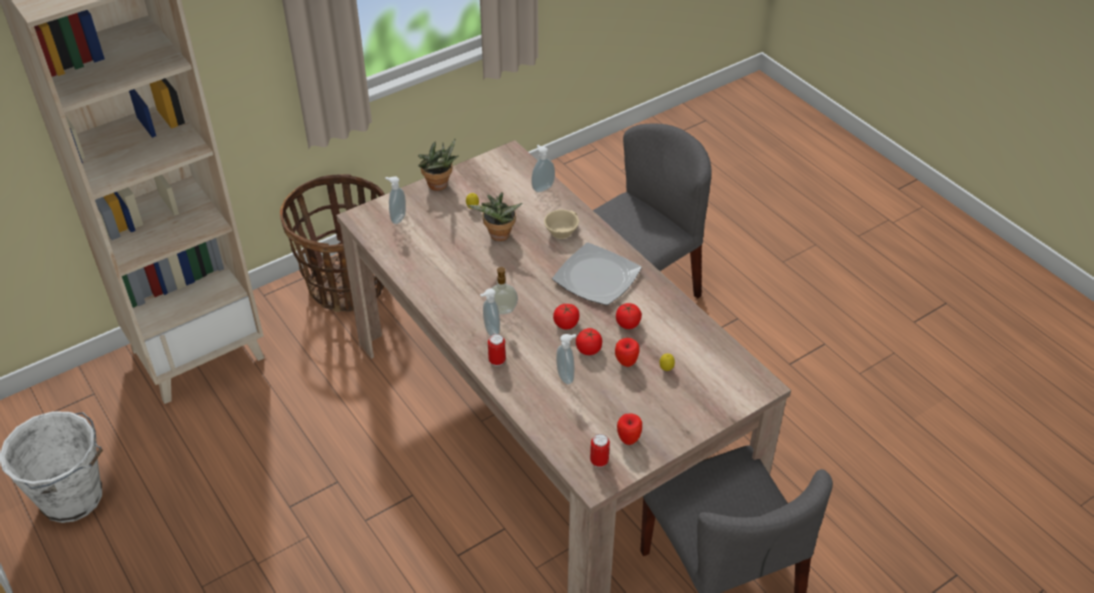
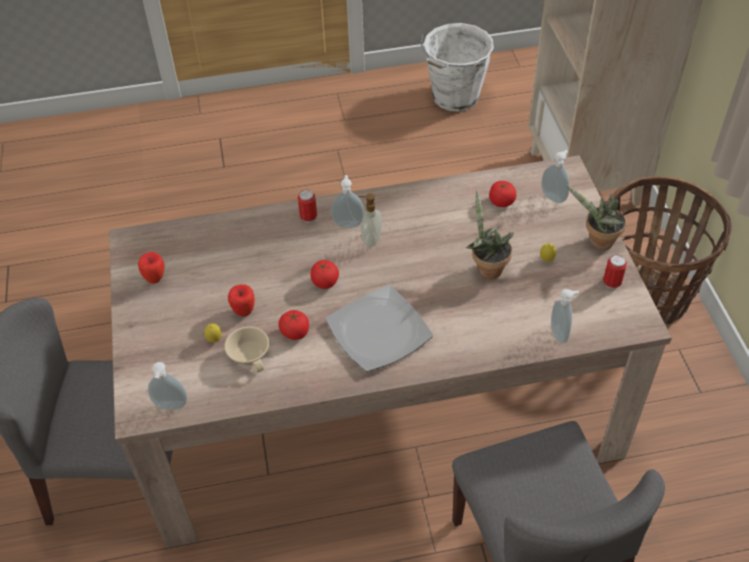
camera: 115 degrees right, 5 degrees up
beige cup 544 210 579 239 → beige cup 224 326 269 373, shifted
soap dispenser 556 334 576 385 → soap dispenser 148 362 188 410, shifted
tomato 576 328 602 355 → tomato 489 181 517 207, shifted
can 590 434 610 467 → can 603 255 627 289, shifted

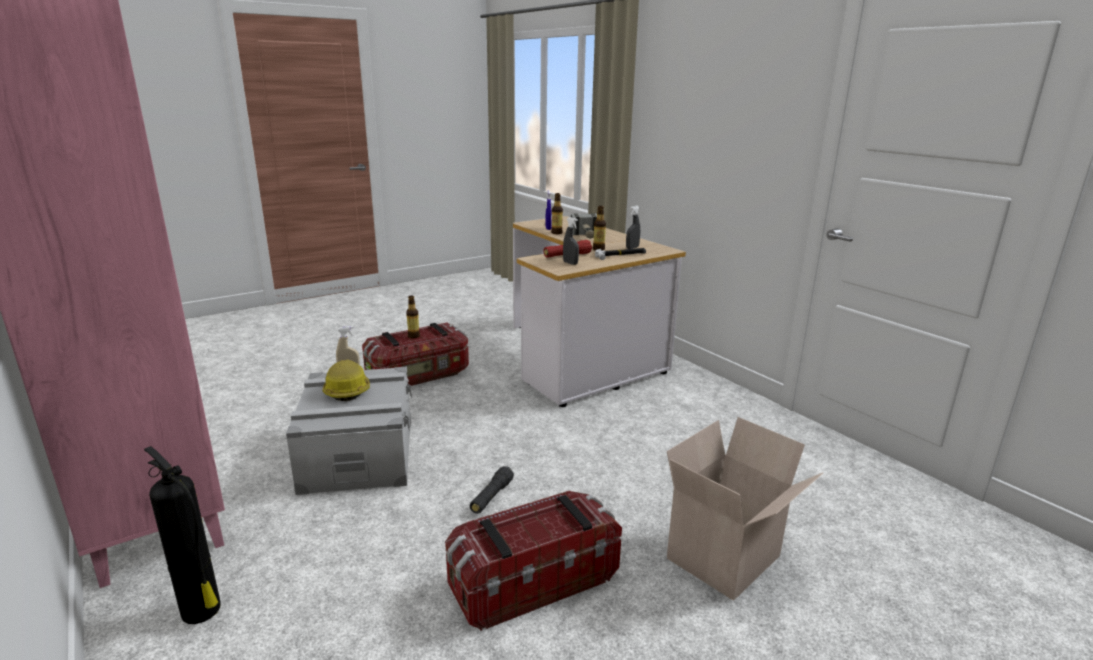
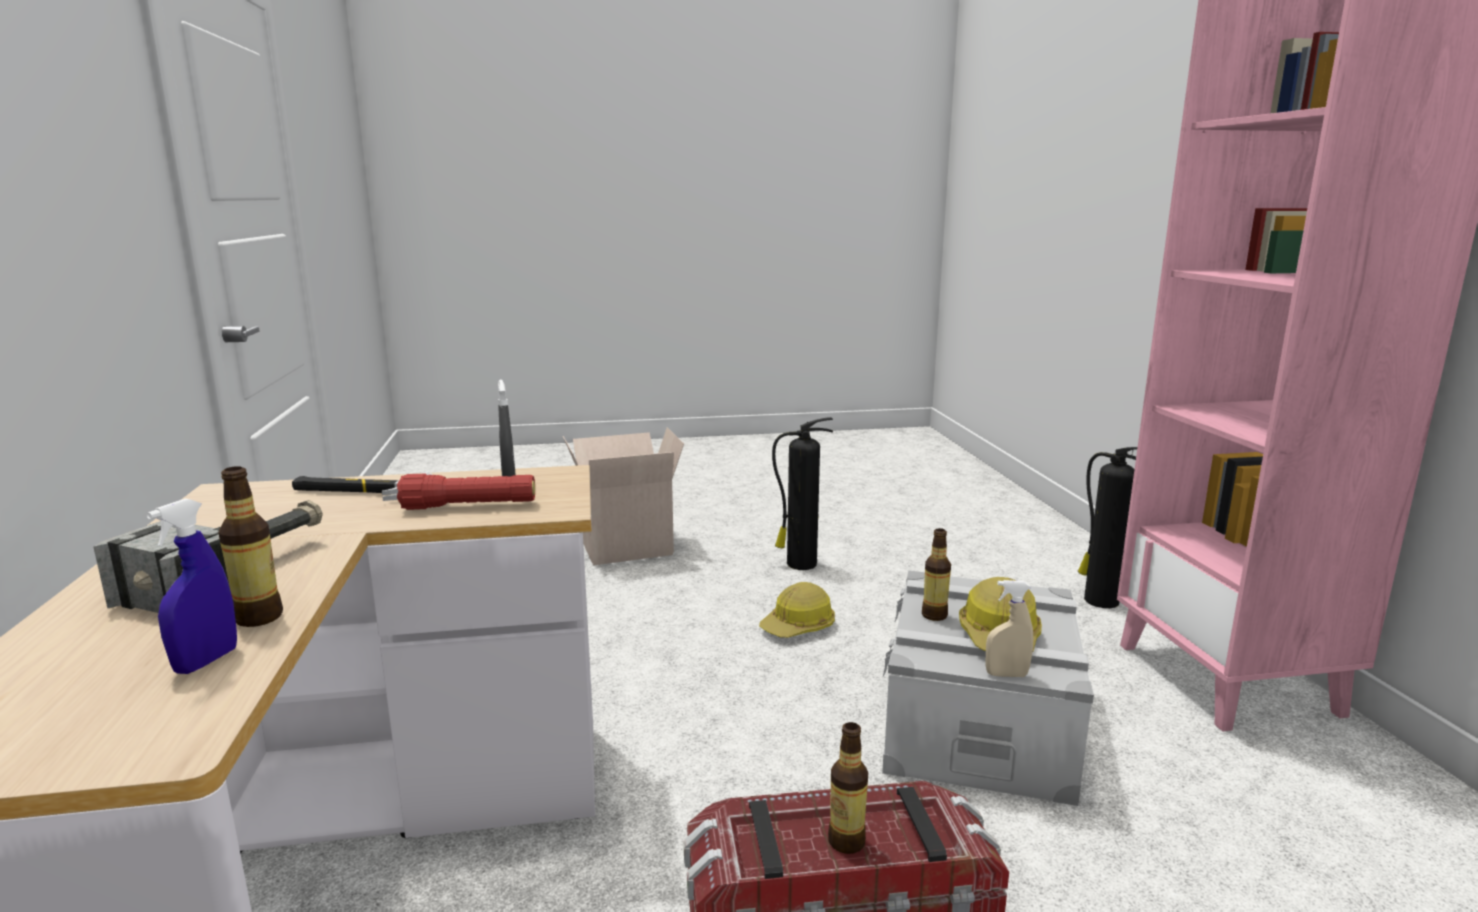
camera: 155 degrees left, 5 degrees down
grey spray bottle 626 206 640 249 → -
bottle 593 206 606 250 → bottle 922 528 951 621, shifted
storage box 445 491 622 631 → fire extinguisher 772 417 833 570
black flashlight 470 466 514 514 → hard hat 759 582 835 638

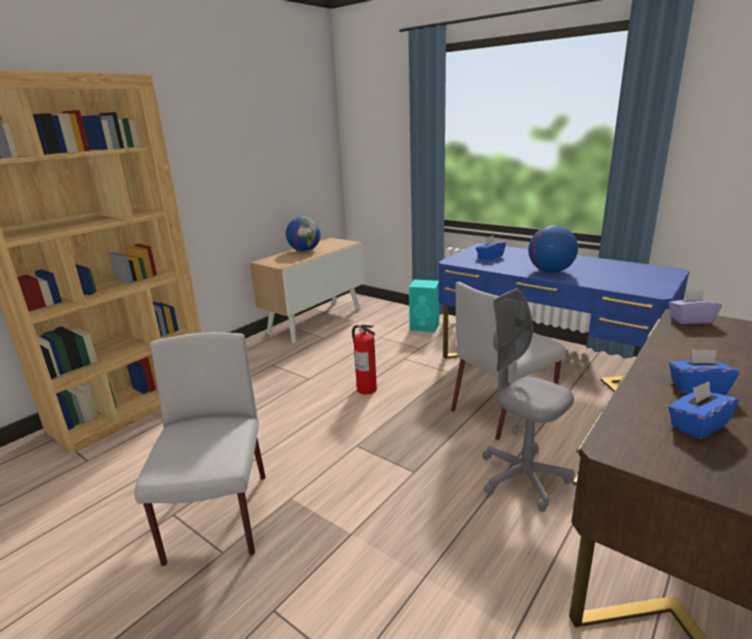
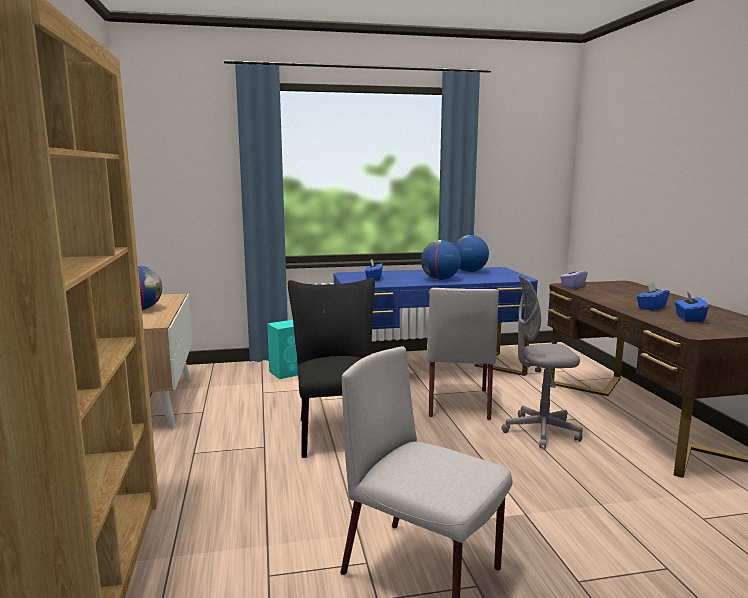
camera: 50 degrees left, 10 degrees down
- → globe 454 235 489 272
fire extinguisher 352 324 377 395 → black chair 288 278 375 458

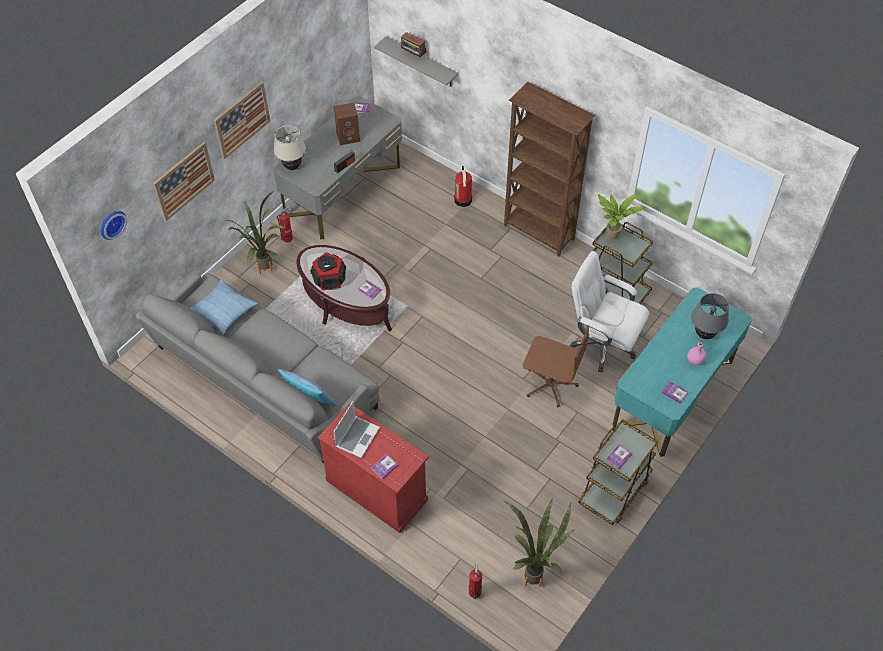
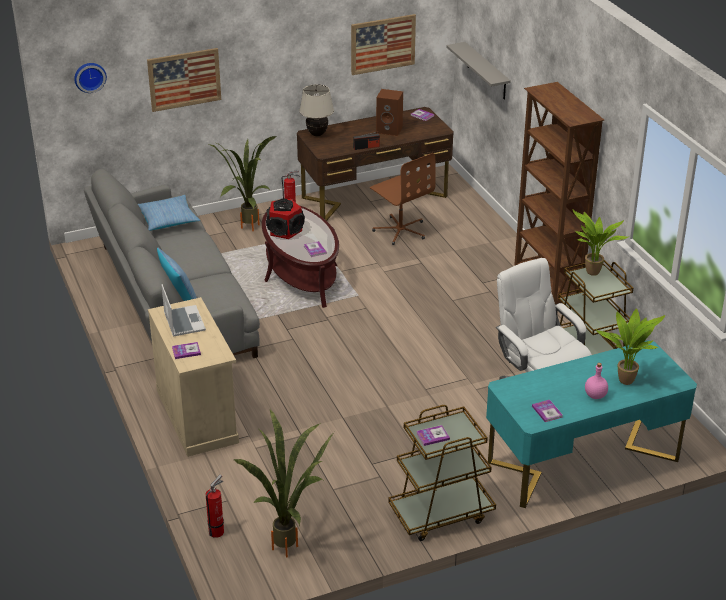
camera: 30 degrees right, 20 degrees down
radio 401 32 427 57 → -
fire extinguisher 454 166 472 207 → -
picture 214 81 270 160 → picture 351 14 416 75, shifted
brown office chair 523 325 590 407 → brown office chair 370 153 436 245, shifted
grey table lamp 691 293 729 339 → potted plant 596 308 665 385
grey desk 273 96 402 239 → brown desk 297 107 454 221
red cabinet 318 403 429 533 → beige cabinet 148 297 239 457
laptop 334 401 380 458 → laptop 161 284 206 336, 75 degrees counterclockwise

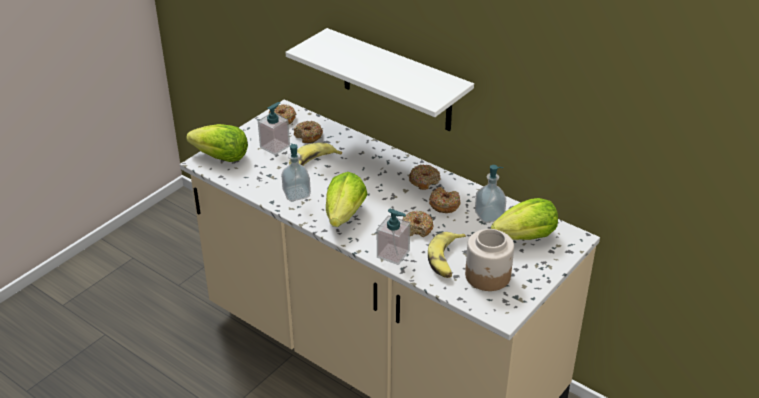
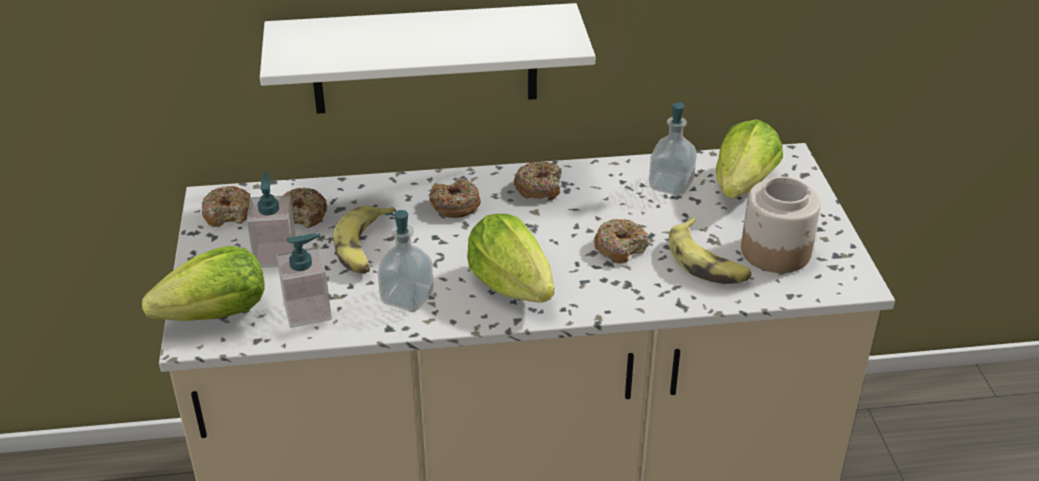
camera: 45 degrees left, 0 degrees up
soap dispenser 377 209 410 265 → soap dispenser 276 233 332 328, shifted
donut 429 187 461 213 → donut 429 178 481 218, shifted

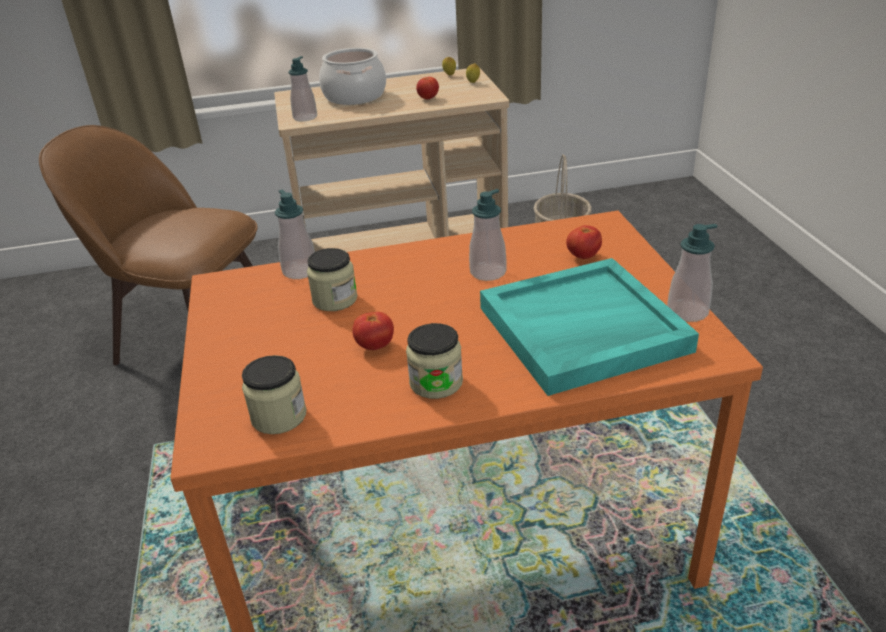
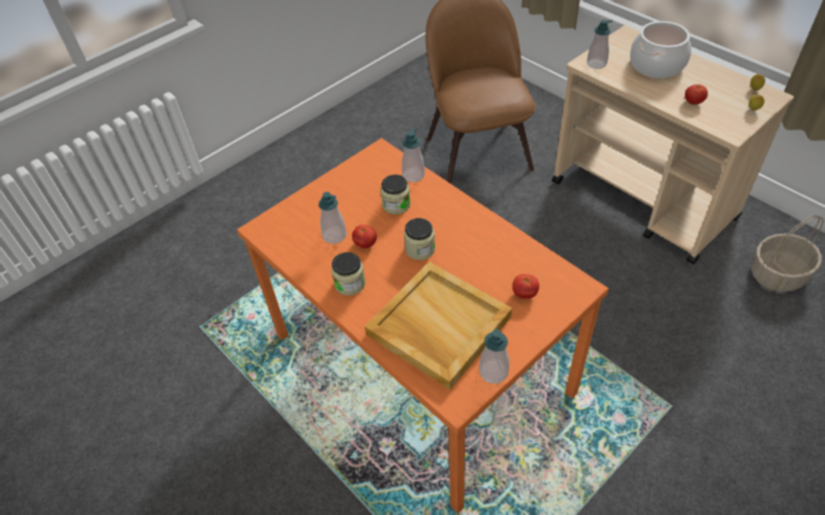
camera: 60 degrees right, 15 degrees up
jar 242 355 307 434 → jar 404 218 435 260, shifted
soap dispenser 469 189 507 281 → soap dispenser 319 192 347 244, shifted
turquoise tray 480 258 699 396 → beige tray 365 262 512 390

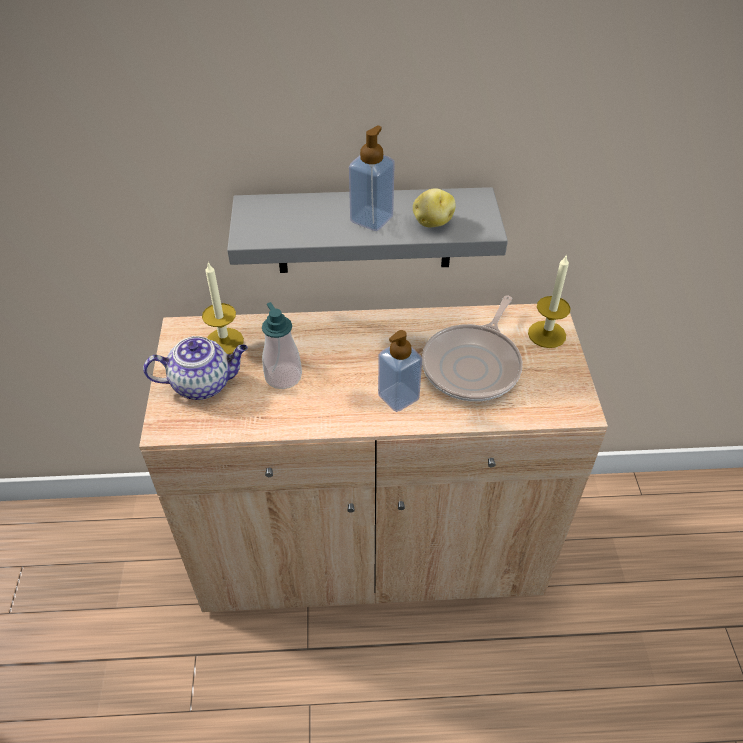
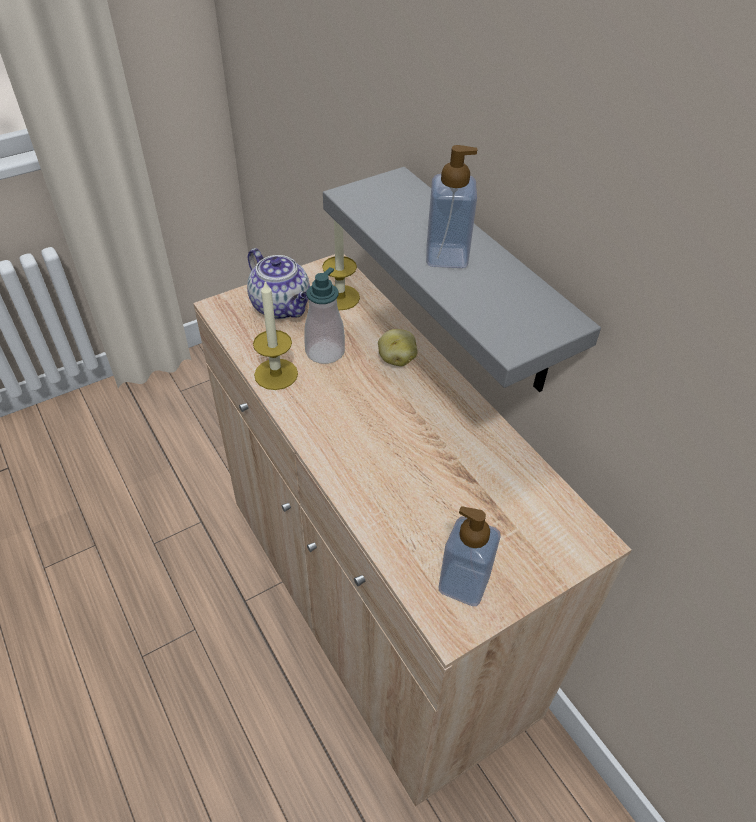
camera: 60 degrees right, 0 degrees up
frying pan 422 295 523 401 → -
soap dispenser 378 330 422 412 → soap dispenser 439 506 501 606, shifted
potato 413 188 456 227 → potato 378 329 418 366, shifted
candle 528 254 570 348 → candle 253 281 298 390, shifted

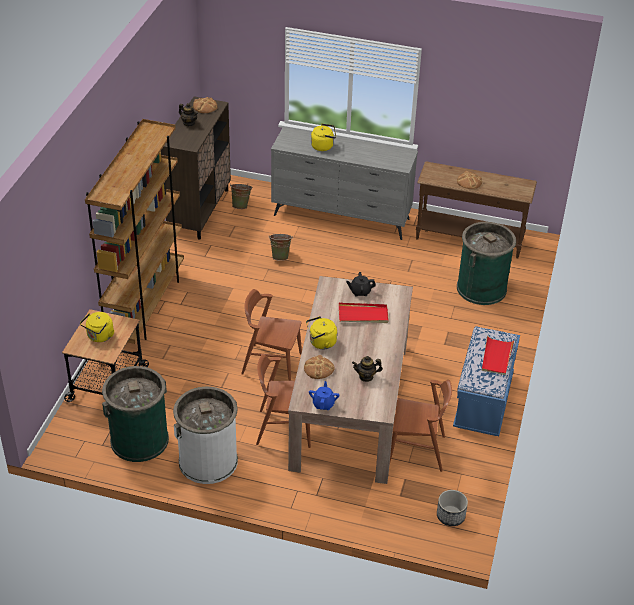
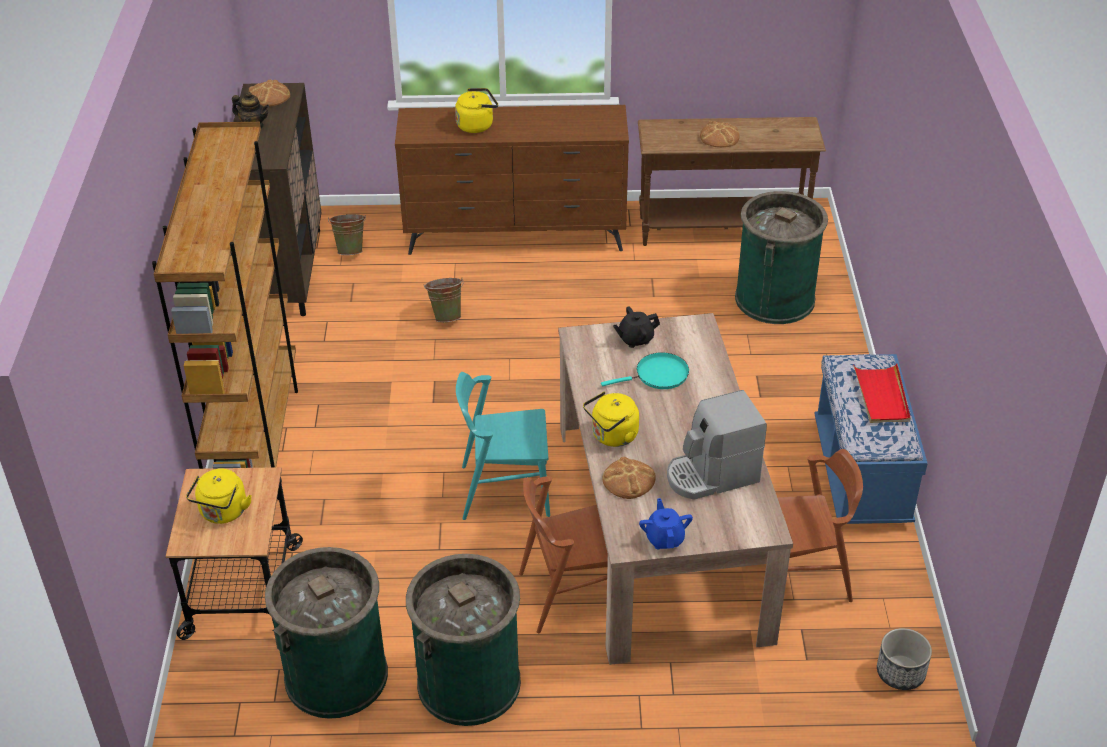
camera: 15 degrees left, 0 degrees up
red tray 339 303 389 323 → turquoise frying pan 601 352 689 389
teapot 352 356 383 382 → coffee machine 667 390 767 500
white trash can 173 387 238 484 → green trash can 406 554 521 726
brown chair 241 289 302 381 → turquoise chair 456 372 550 520
grey dresser 271 127 418 240 → brown dresser 395 105 629 255

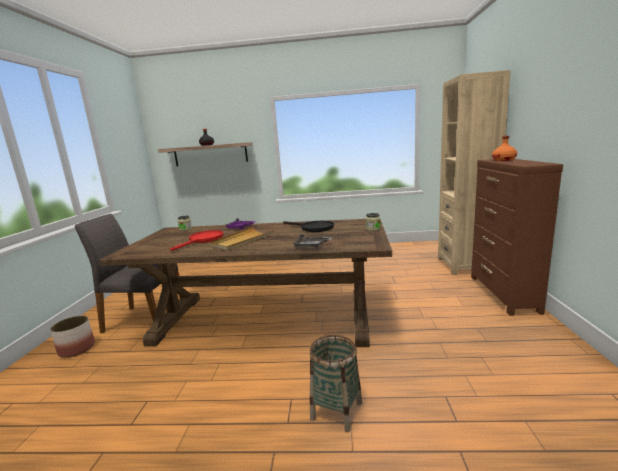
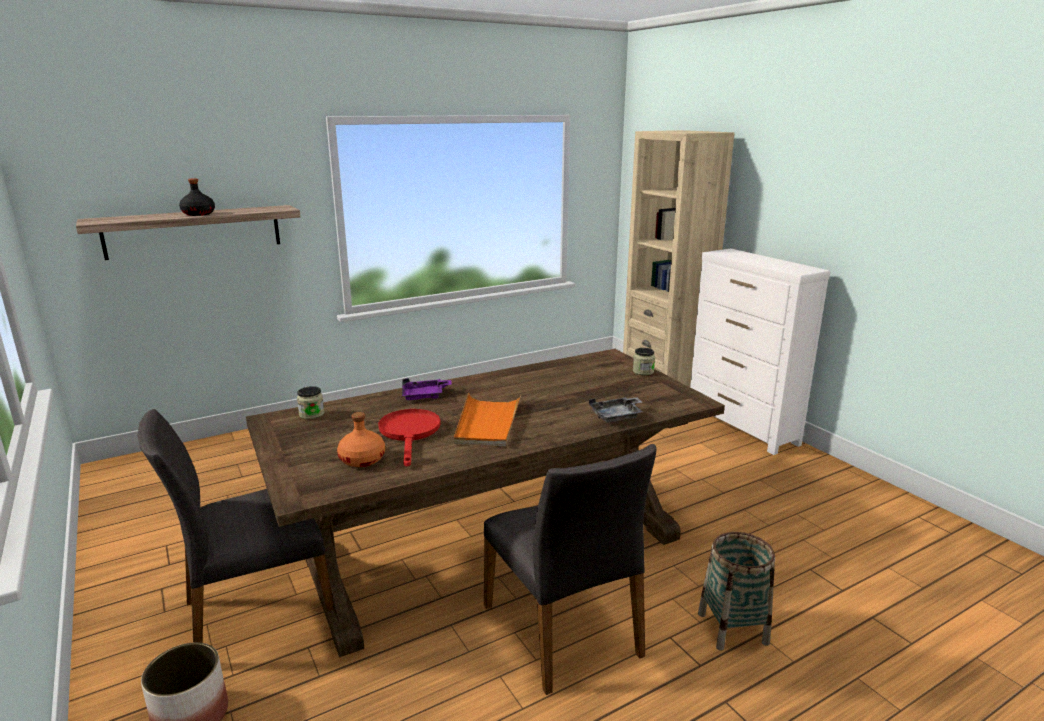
camera: 35 degrees left, 5 degrees up
black frying pan 283 221 334 232 → -
- → grey chair 484 444 657 695
orange bottle 492 136 517 161 → orange bottle 337 412 385 467, shifted
beige tray 209 227 274 251 → orange tray 454 393 521 446
brown dresser 471 159 563 316 → white dresser 690 249 830 455

